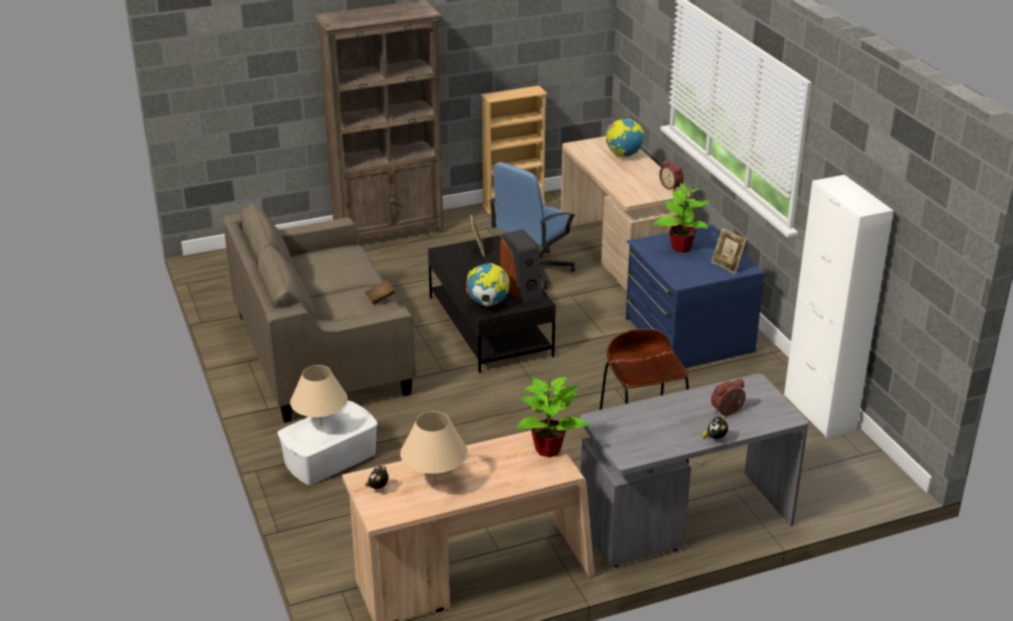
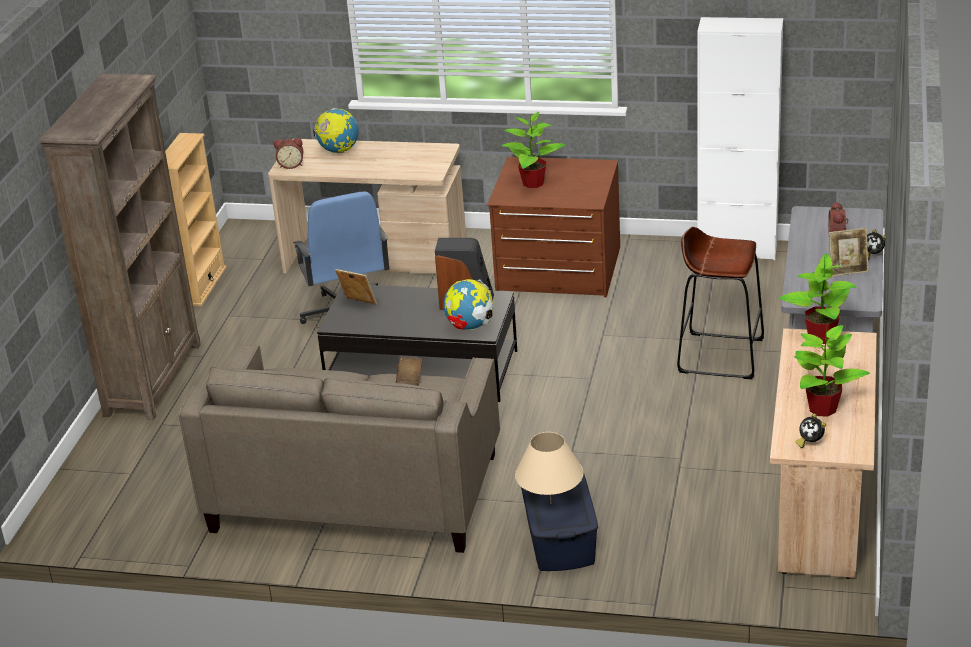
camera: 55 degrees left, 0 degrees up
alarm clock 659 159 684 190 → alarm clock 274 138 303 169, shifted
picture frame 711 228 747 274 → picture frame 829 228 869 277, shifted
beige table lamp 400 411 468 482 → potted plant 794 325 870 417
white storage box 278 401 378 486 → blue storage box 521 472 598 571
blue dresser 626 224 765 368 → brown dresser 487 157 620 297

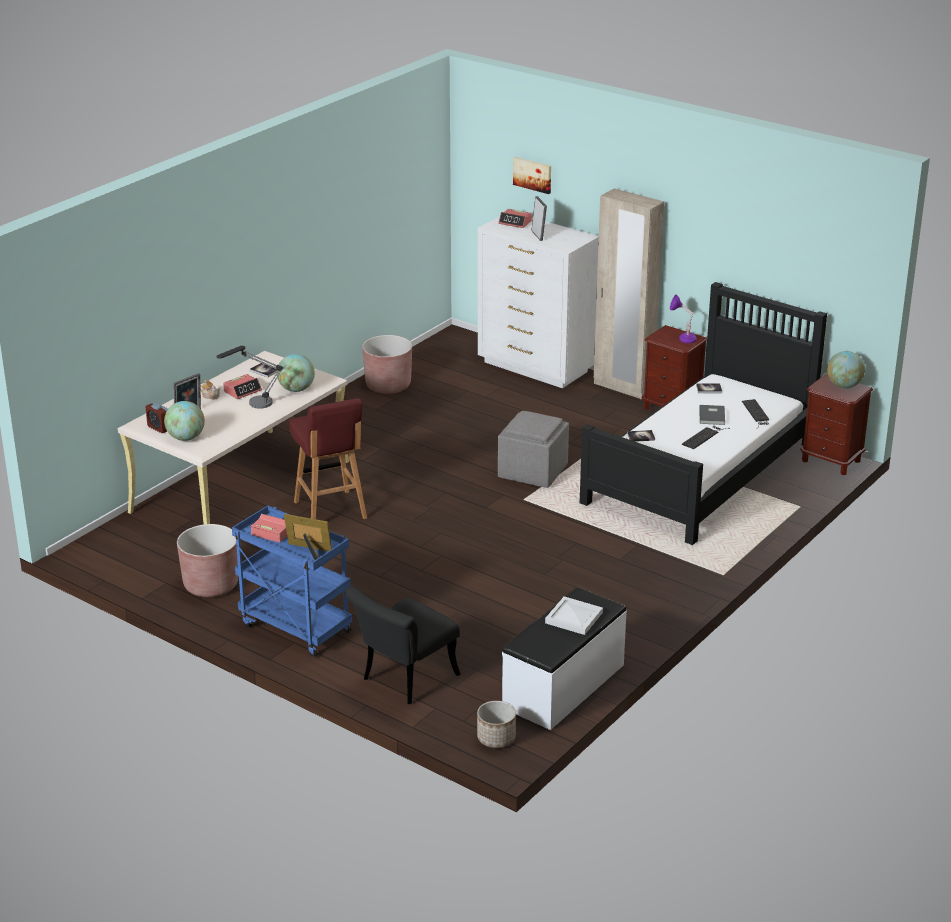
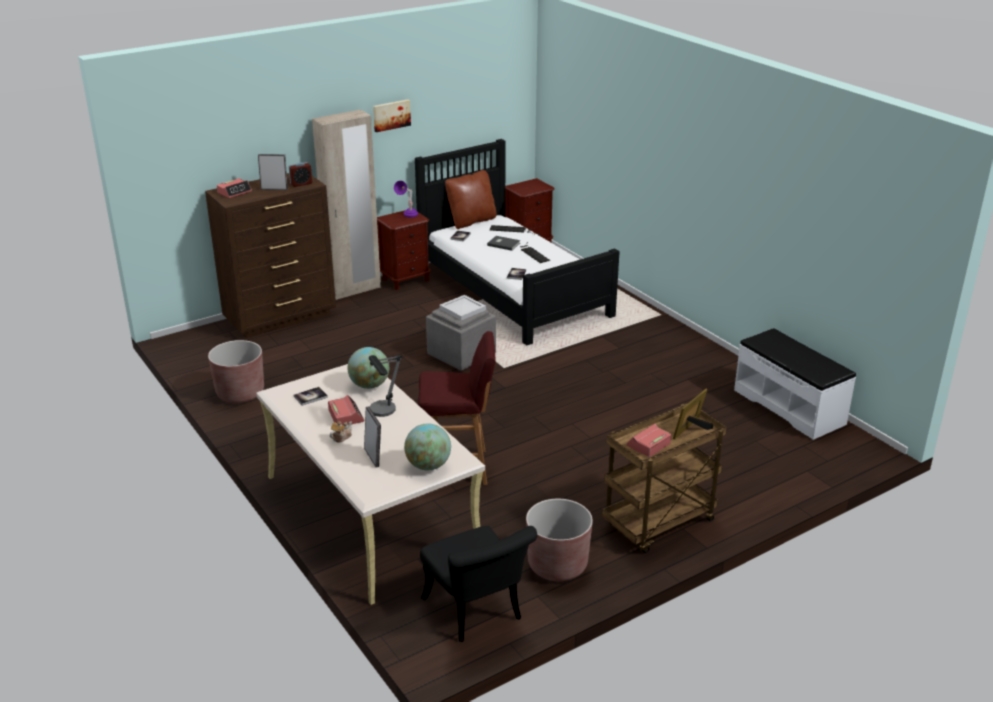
camera: 70 degrees left, 0 degrees up
planter 477 701 516 748 → -
globe 827 351 865 388 → -
- → brown pillow 445 170 496 229
alarm clock 146 402 168 433 → alarm clock 289 162 312 187, shifted
black chair 345 586 461 704 → black chair 420 526 537 642, shifted
picture 513 157 551 194 → picture 373 99 411 132, shifted
white tray 545 597 603 635 → white tray 440 295 486 320, shifted
blue cart 232 505 352 657 → brown cart 602 403 727 553
white dresser 478 216 599 388 → brown dresser 205 173 336 338

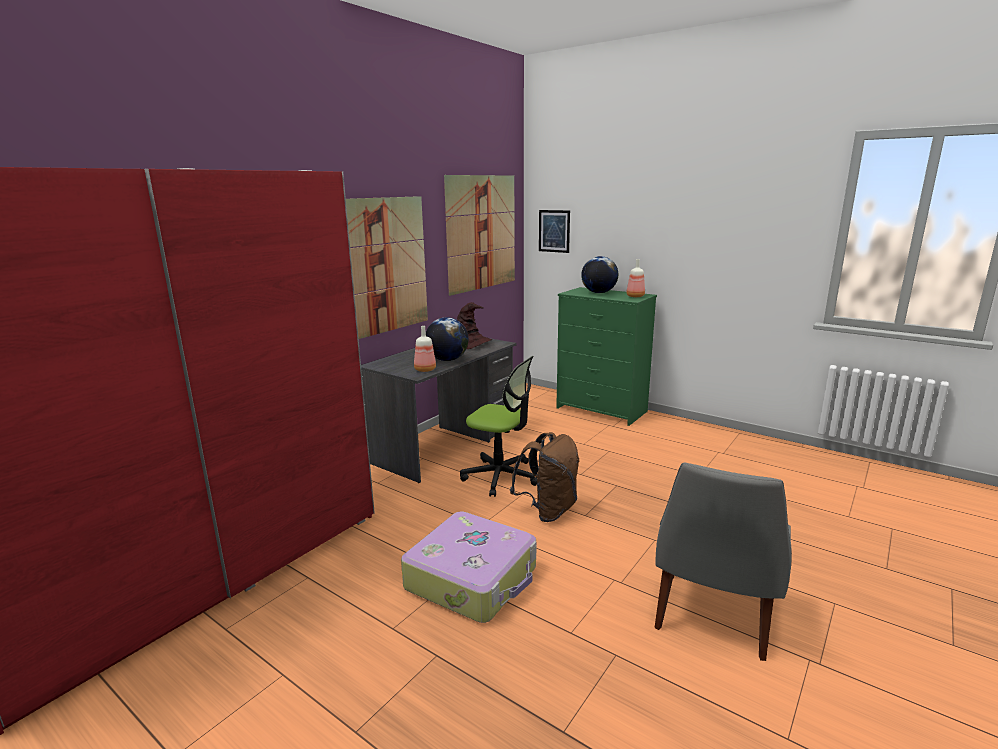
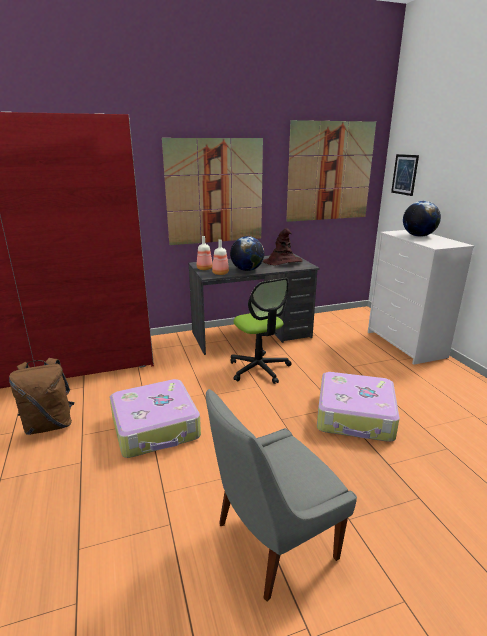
camera: 35 degrees right, 5 degrees up
- → suitcase 317 372 400 441
brown backpack 510 432 579 522 → brown backpack 9 358 74 435, shifted
bottle 626 259 645 297 → bottle 197 236 213 270, shifted
green dresser 556 287 657 426 → white dresser 368 230 474 365

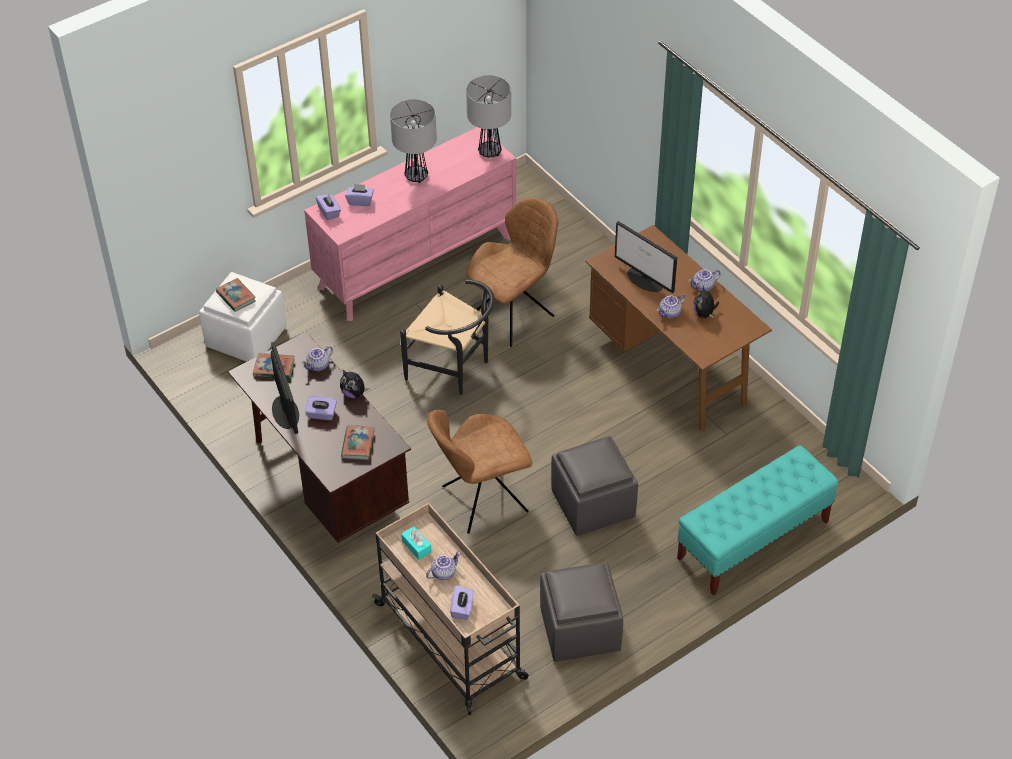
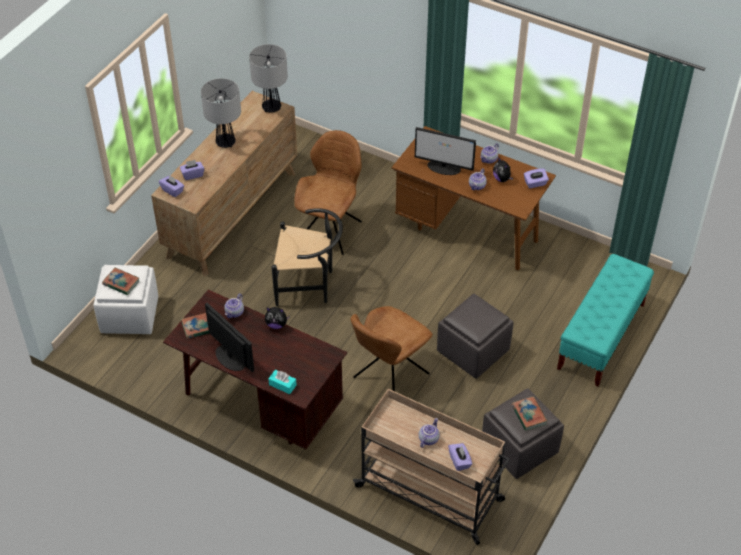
camera: 25 degrees left, 0 degrees up
purple tissue box 305 396 337 420 → purple tissue box 524 168 549 188, shifted
book 341 425 375 460 → book 512 396 547 431, shifted
turquoise tissue box 401 526 431 560 → turquoise tissue box 268 370 296 394, shifted
pink dresser 304 127 516 321 → brown dresser 151 91 297 276

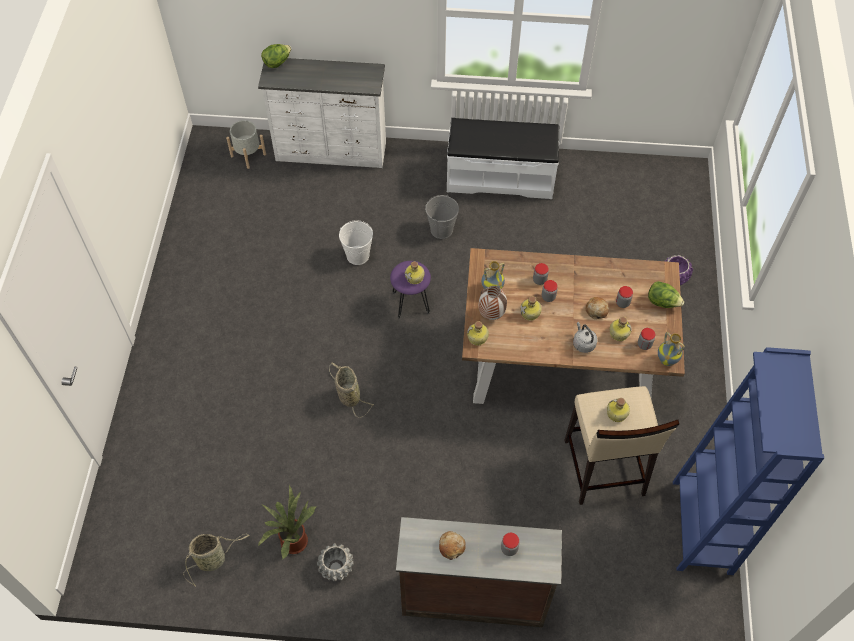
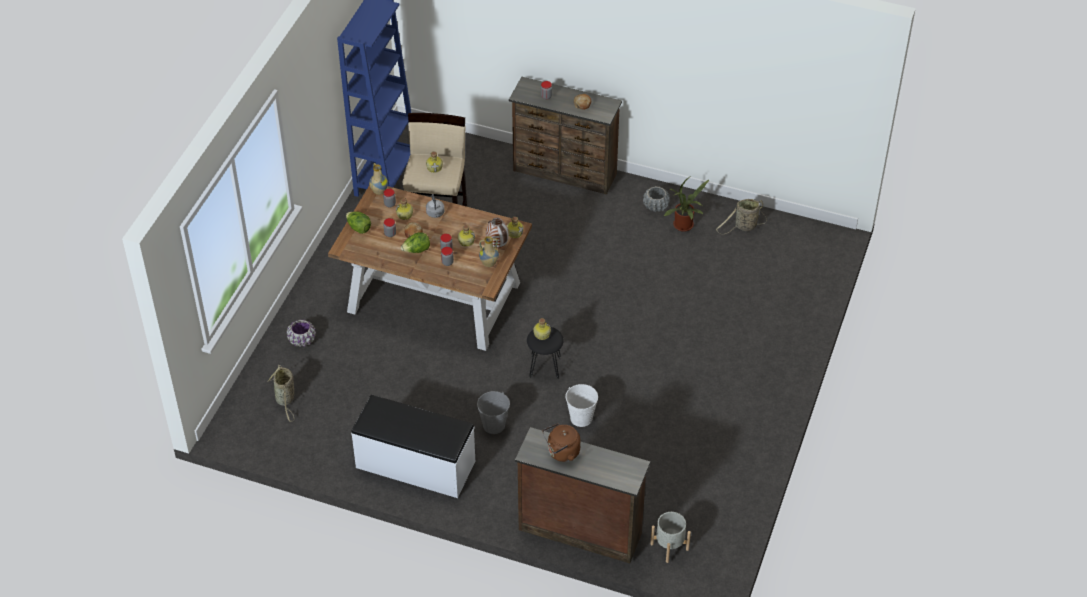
camera: 165 degrees left, 10 degrees down
- → brown kettle 542 423 581 462
lettuce 261 44 291 68 → lettuce 401 232 430 253, shifted
basket 329 363 374 418 → basket 267 365 294 422, shifted
white dresser 258 58 386 168 → brown dresser 515 427 650 563
purple stool 390 261 431 318 → black stool 527 327 564 379

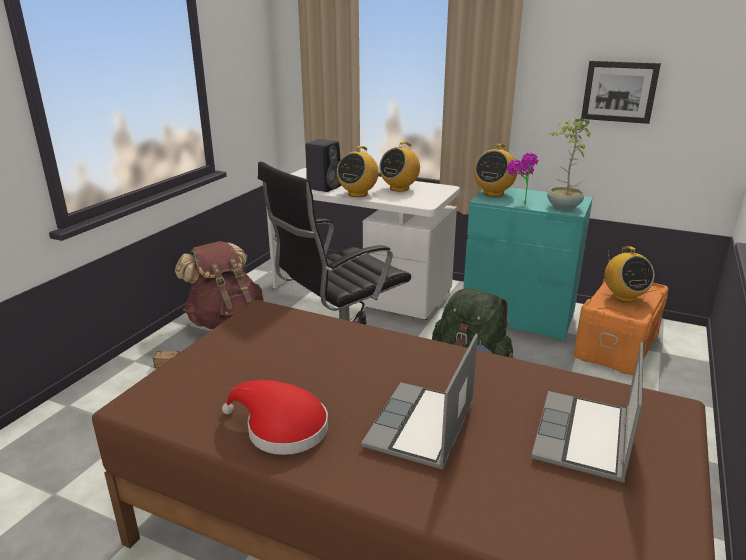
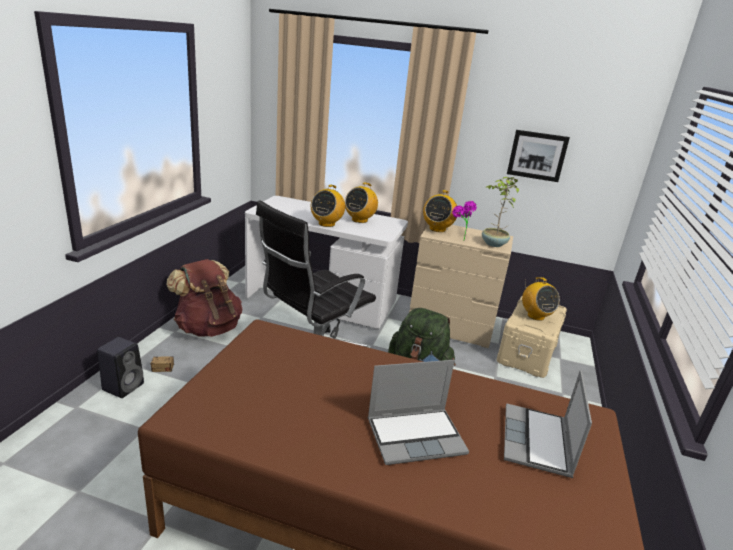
camera: 10 degrees left, 0 degrees up
red hat 222 380 328 455 → -
black speaker 305 139 341 192 → black speaker 97 337 144 398, shifted
turquoise dresser 463 187 593 341 → beige dresser 409 224 513 348
orange storage box 573 279 668 375 → beige storage box 497 296 567 378
laptop 361 334 478 470 → laptop 368 360 469 465, 120 degrees counterclockwise

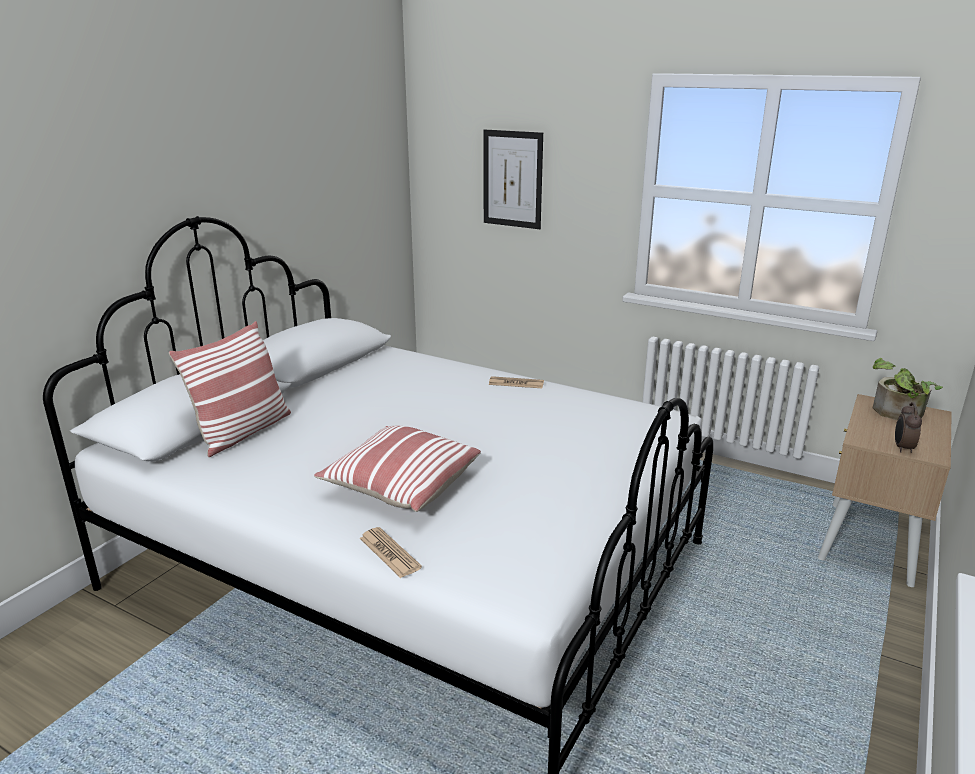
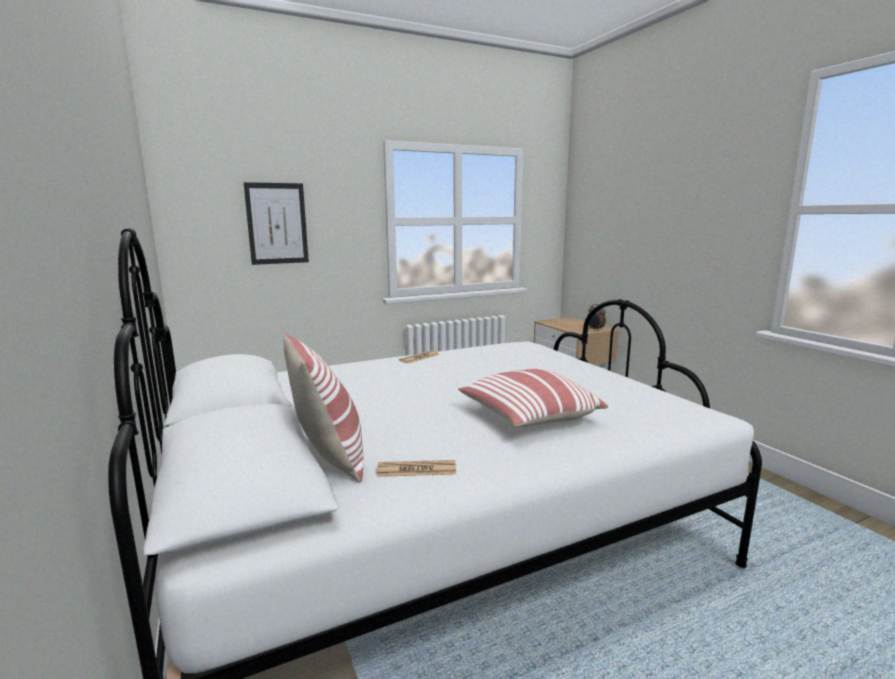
camera: 55 degrees left, 10 degrees down
potted plant 873 358 943 420 → -
newspaper 360 527 422 578 → newspaper 377 460 456 477, shifted

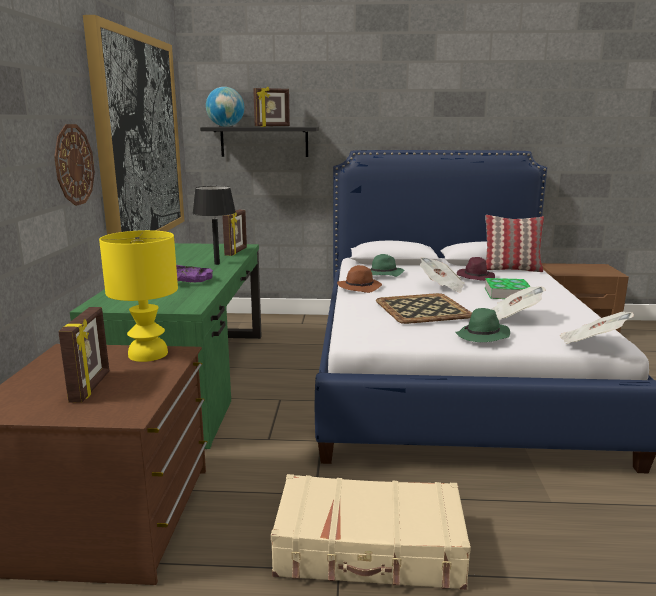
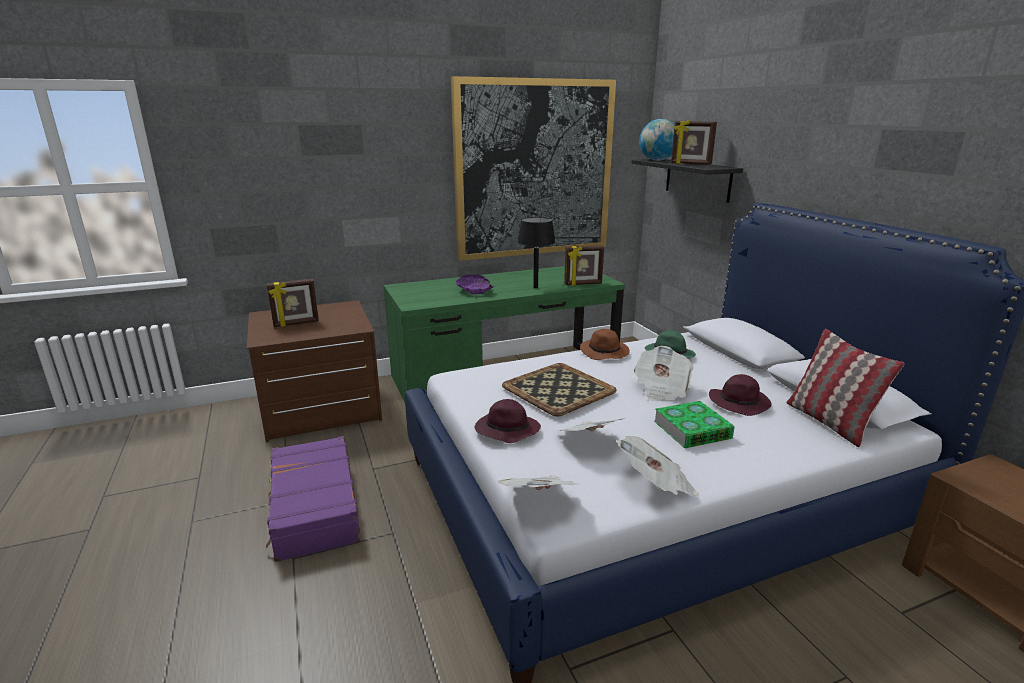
camera: 65 degrees right, 5 degrees up
wall clock 54 124 95 206 → -
yellow table lamp 99 230 178 362 → -
- → newspaper 617 436 699 496
beige suitcase 271 474 471 590 → purple suitcase 266 436 361 562
green hat 455 308 510 342 → purple hat 474 399 541 443

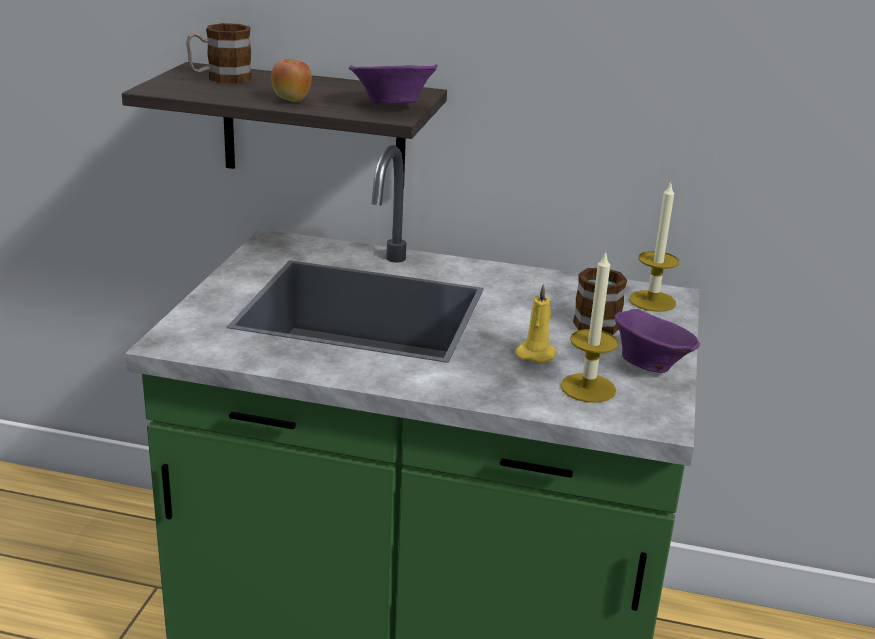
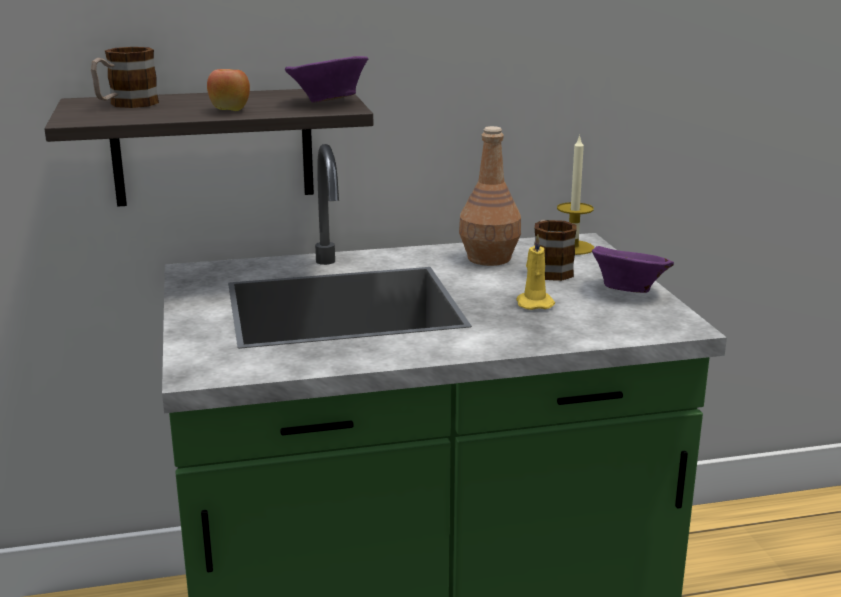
camera: 25 degrees left, 5 degrees down
candle 560 251 619 403 → -
- → brown bottle 459 126 521 266

